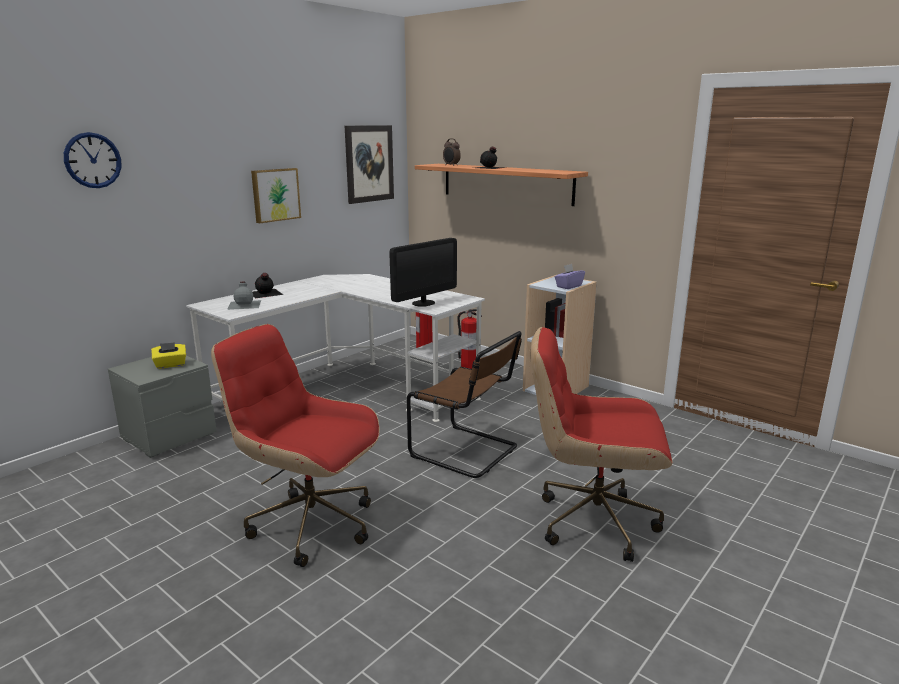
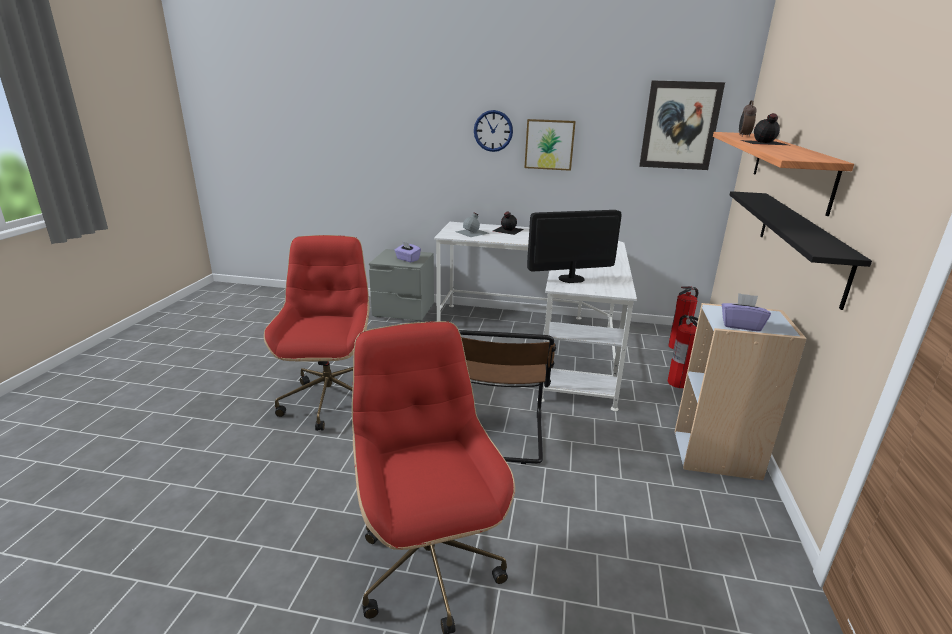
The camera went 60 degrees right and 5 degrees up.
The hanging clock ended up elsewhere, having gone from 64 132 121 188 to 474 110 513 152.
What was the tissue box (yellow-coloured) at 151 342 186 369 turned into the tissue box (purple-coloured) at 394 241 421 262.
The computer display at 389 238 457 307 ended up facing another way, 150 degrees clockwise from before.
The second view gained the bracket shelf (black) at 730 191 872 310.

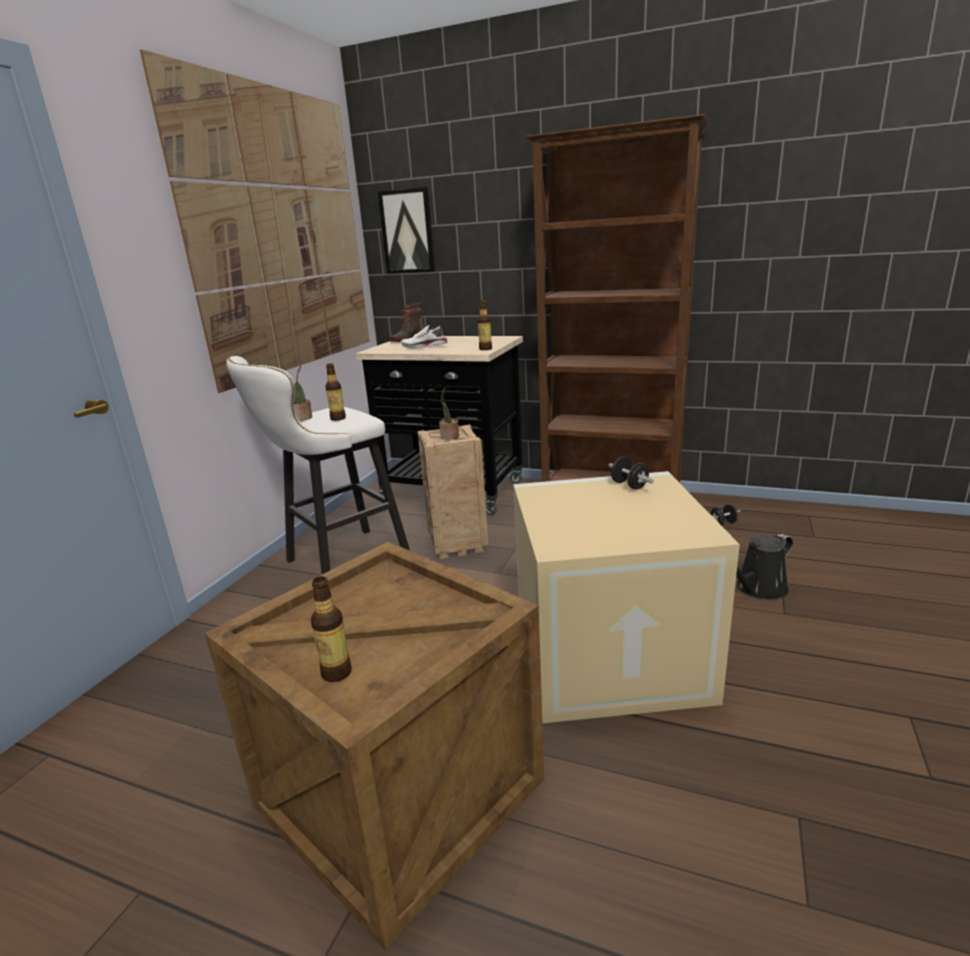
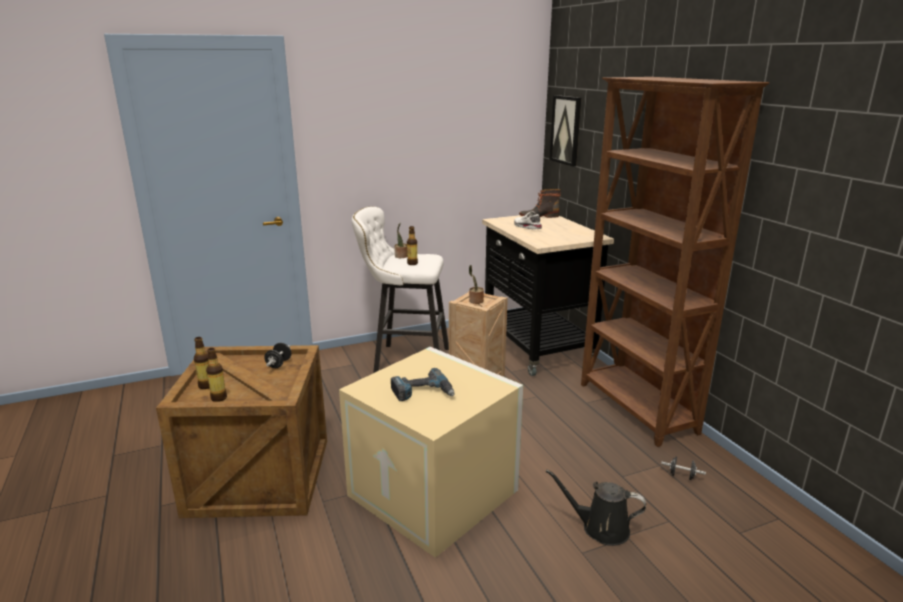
The camera went 45 degrees right and 0 degrees up.
The second view lost the wall art at 140 50 370 393.
The bottle ended up elsewhere, having gone from 477 300 492 350 to 206 348 227 402.
The hand weight (black) ended up elsewhere, having gone from 608 457 654 490 to 264 343 291 368.
The second view gained the drill at 391 368 454 401.

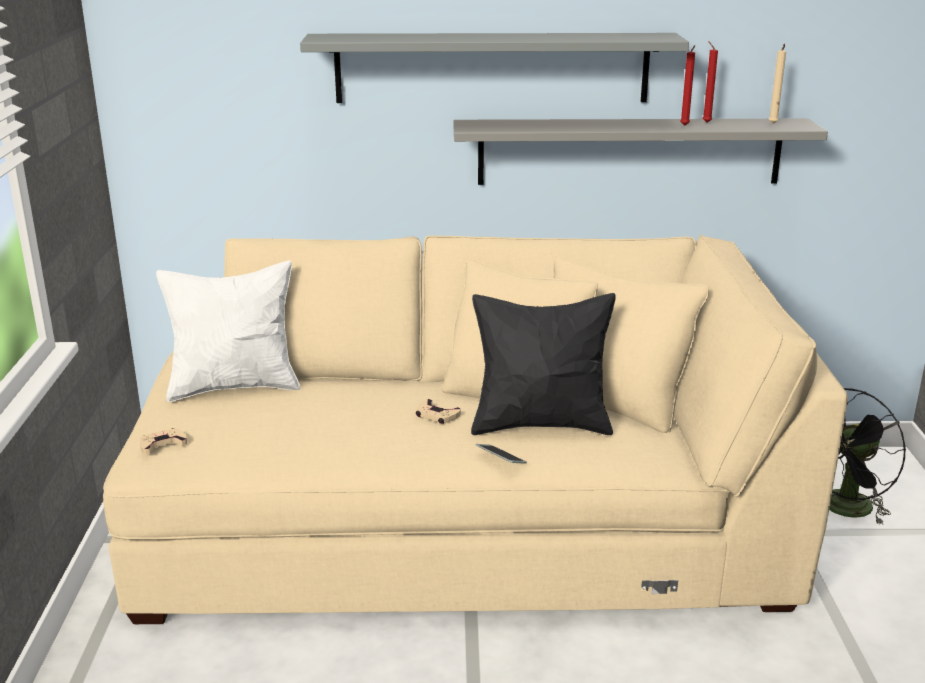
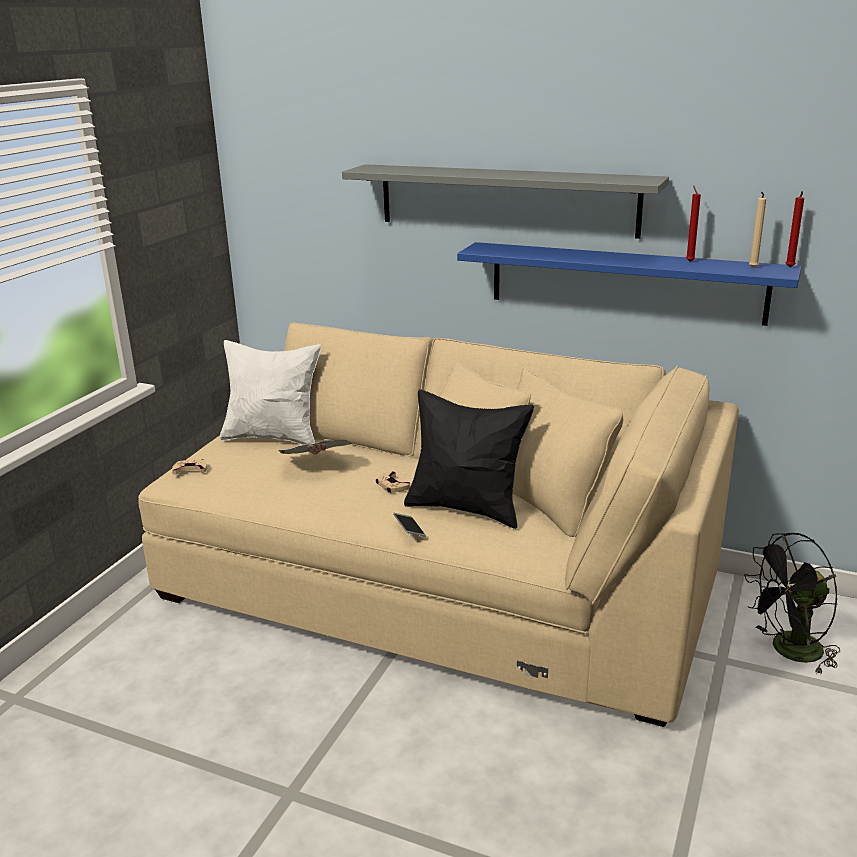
The camera went 25 degrees right and 0 degrees up.
What was the bracket shelf (grey) at 454 118 828 185 turned into the bracket shelf (blue) at 457 242 801 326.
The wax light (red) ended up elsewhere, having gone from 680 45 695 126 to 786 191 804 267.
The second view gained the newspaper at 279 440 352 455.

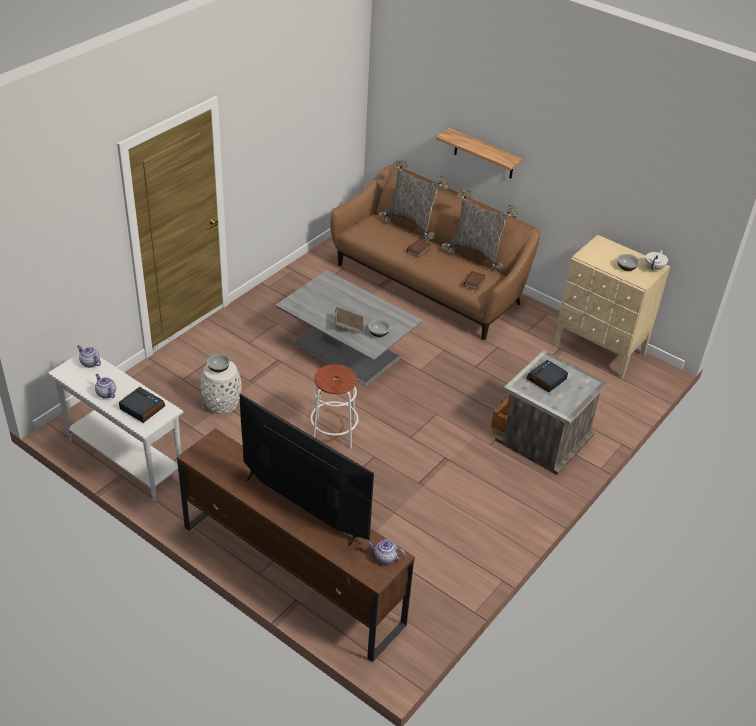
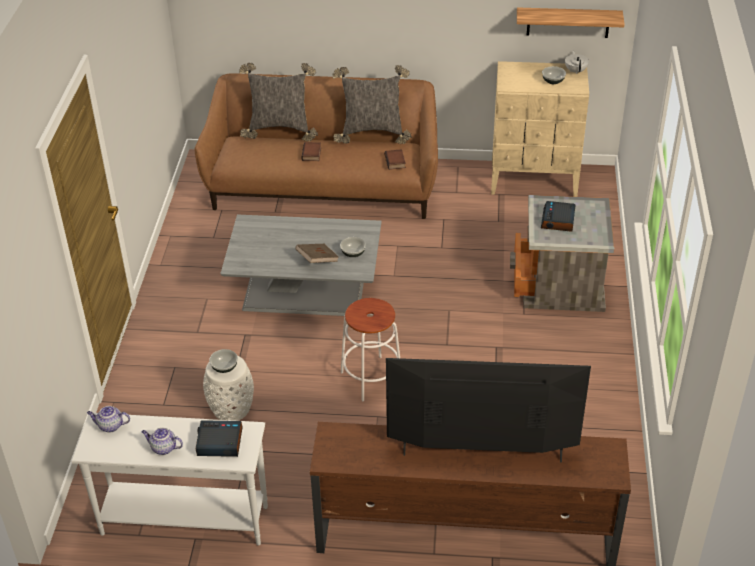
The camera went 30 degrees left and 0 degrees up.
The second view lost the teapot at 368 540 405 564.
The bracket shelf ended up elsewhere, having gone from 436 128 523 178 to 517 7 624 38.

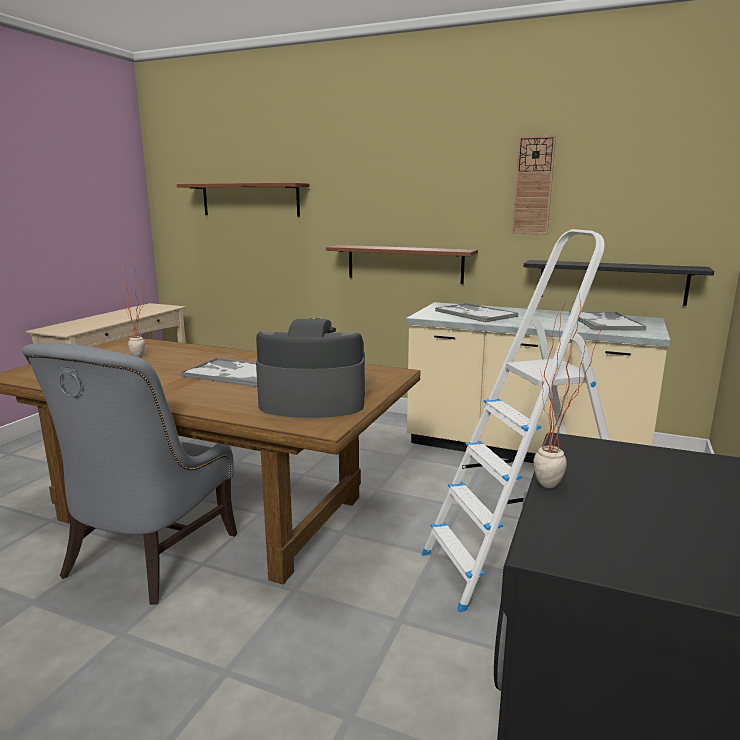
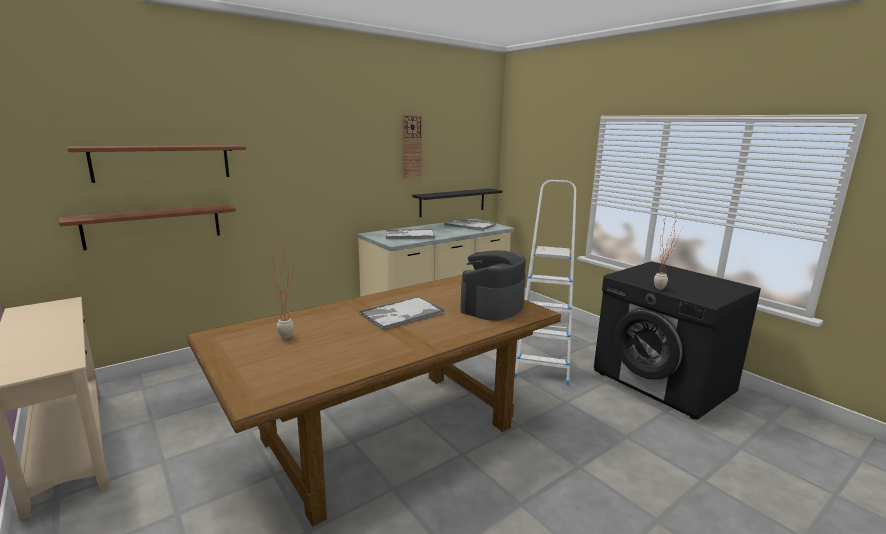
The camera went 60 degrees left and 0 degrees up.
The second view lost the chair (grey) at 22 343 237 605.
The bracket shelf (brownish) ended up elsewhere, having gone from 326 245 478 284 to 59 204 236 250.

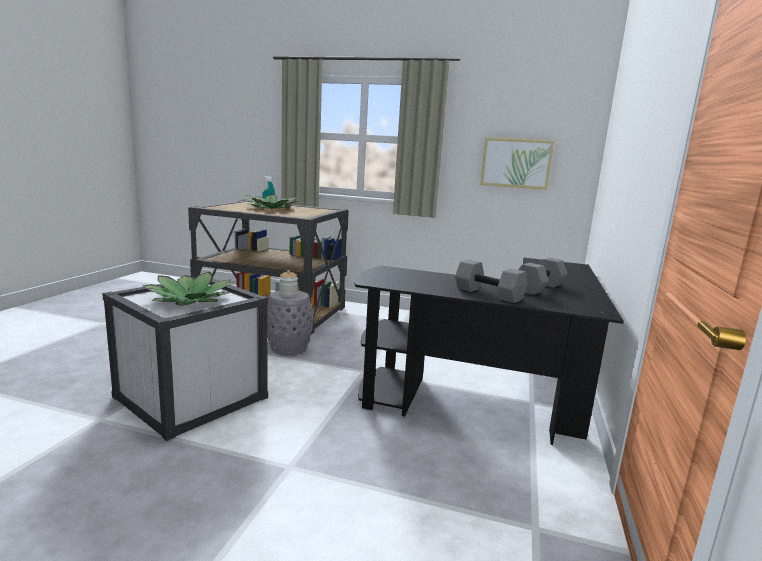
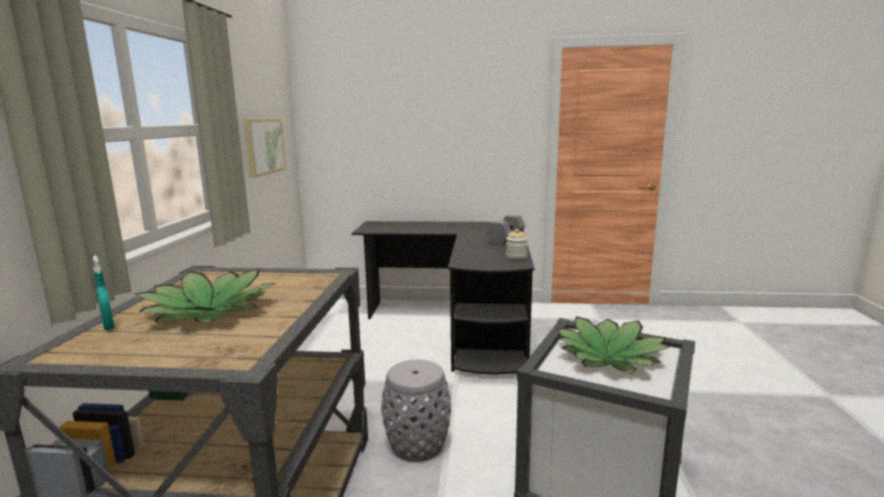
The camera went 100 degrees left and 0 degrees up.
The jar ended up elsewhere, having gone from 279 270 298 297 to 506 229 528 259.
The second view lost the hand weight (grey) at 518 258 568 295.

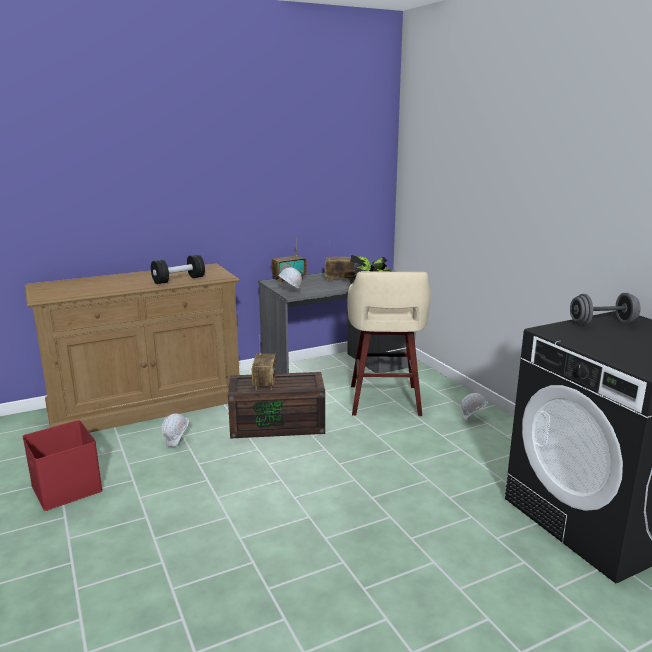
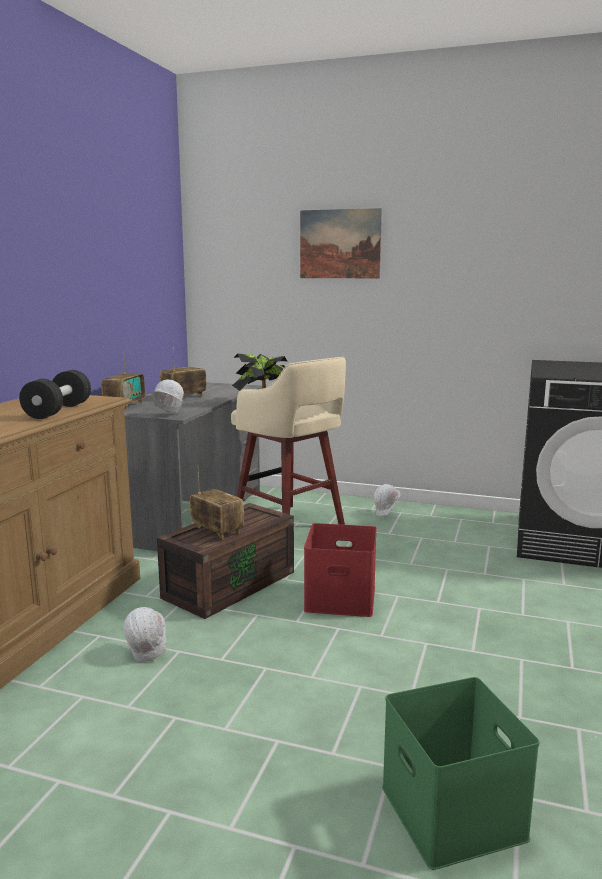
The camera went 45 degrees left and 5 degrees down.
The storage bin (red) ended up elsewhere, having gone from 22 420 103 511 to 304 523 377 617.
The second view lost the hand weight (grey) at 570 293 641 325.
The second view gained the wall art at 300 208 382 278.
The second view gained the storage bin (green-coloured) at 382 677 539 870.

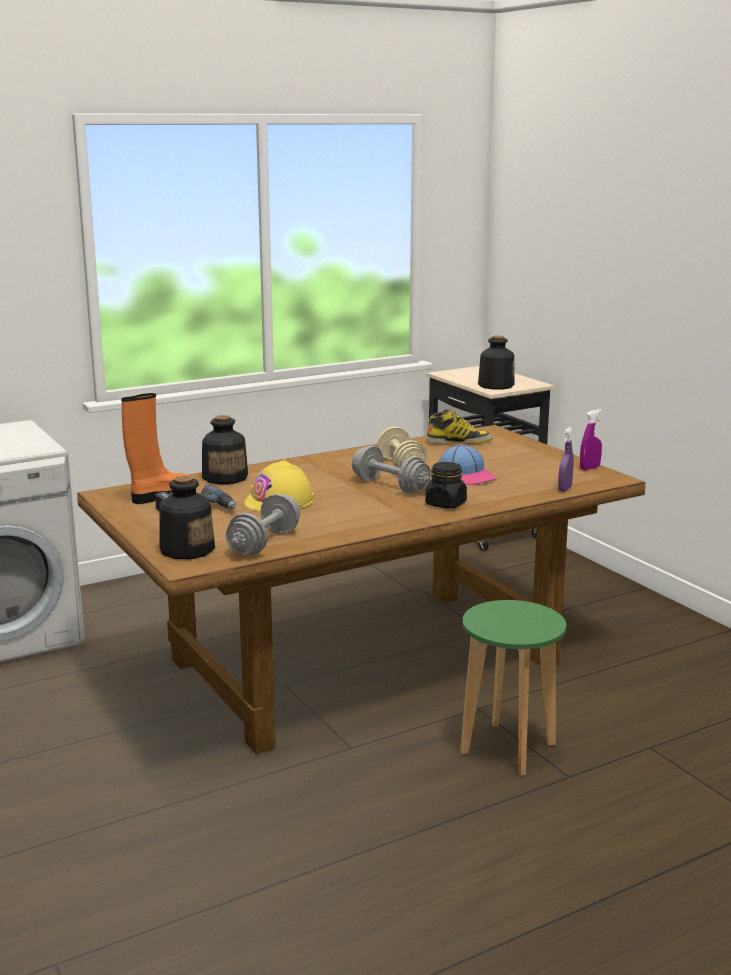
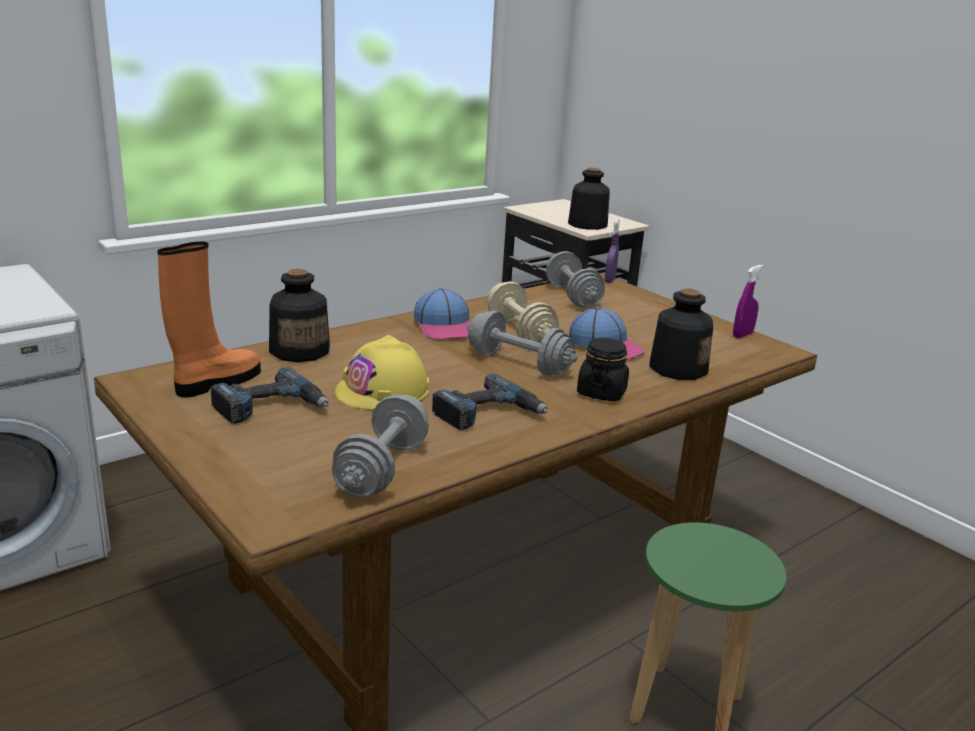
The camera went 10 degrees left and 5 degrees up.
The bottle ended up elsewhere, having gone from 159 476 215 559 to 649 288 713 380.
Where the boot stood at 427 409 492 444, the hand weight (grey) came to stand at 546 251 605 307.
The sprayer (purple-coloured) ended up elsewhere, having gone from 558 427 574 492 to 604 219 620 283.
The second view gained the cap at 414 288 471 340.
The second view gained the drill at 432 374 548 430.

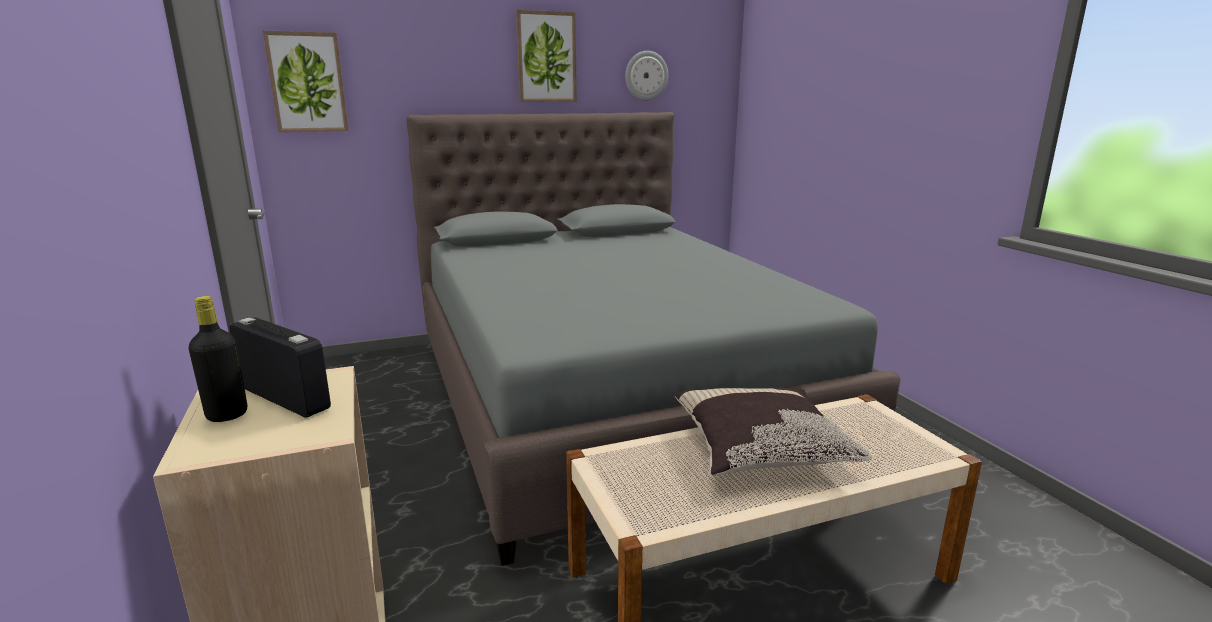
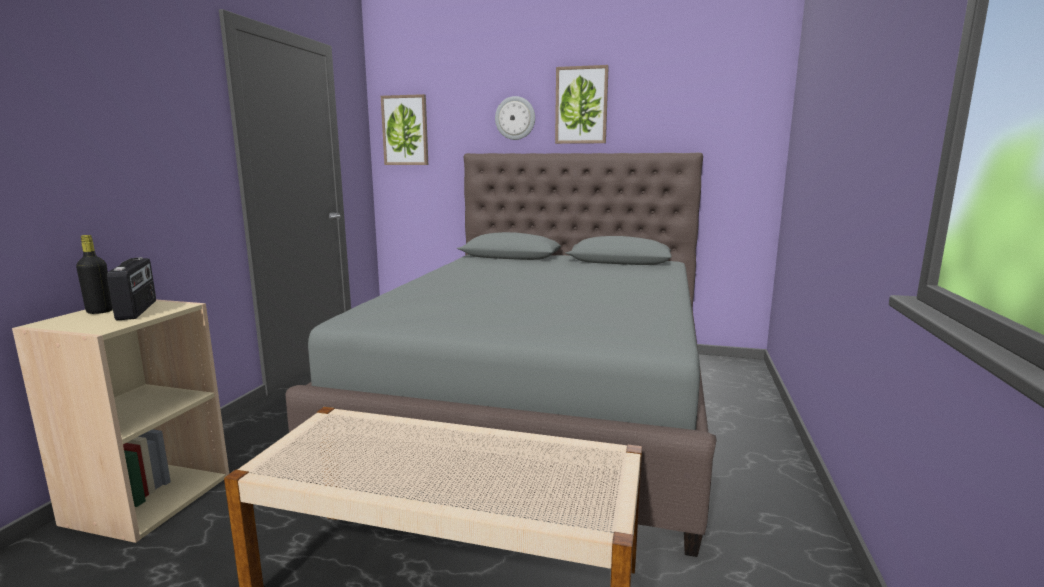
The camera went 35 degrees right and 5 degrees down.
The hanging clock ended up elsewhere, having gone from 625 51 668 100 to 495 96 535 140.
The second view lost the throw pillow at 674 388 872 476.

